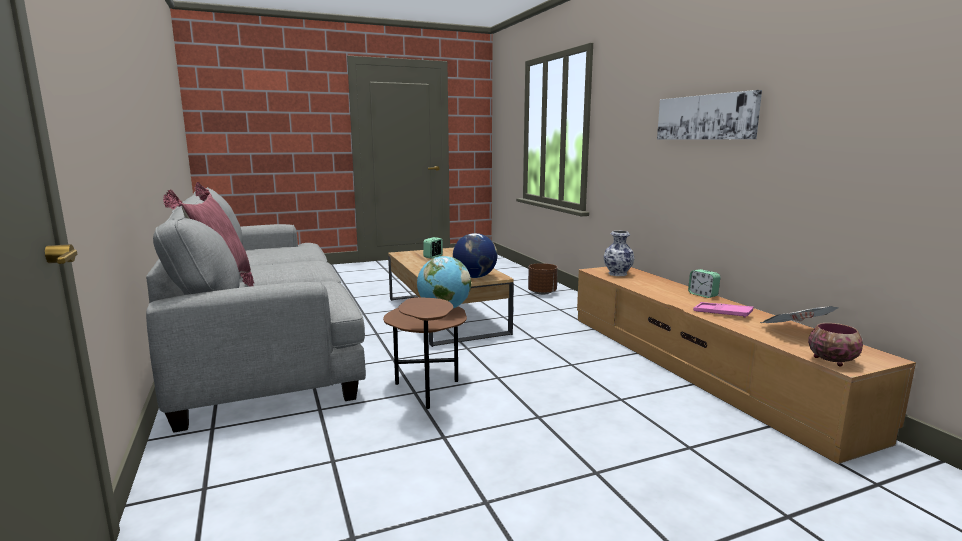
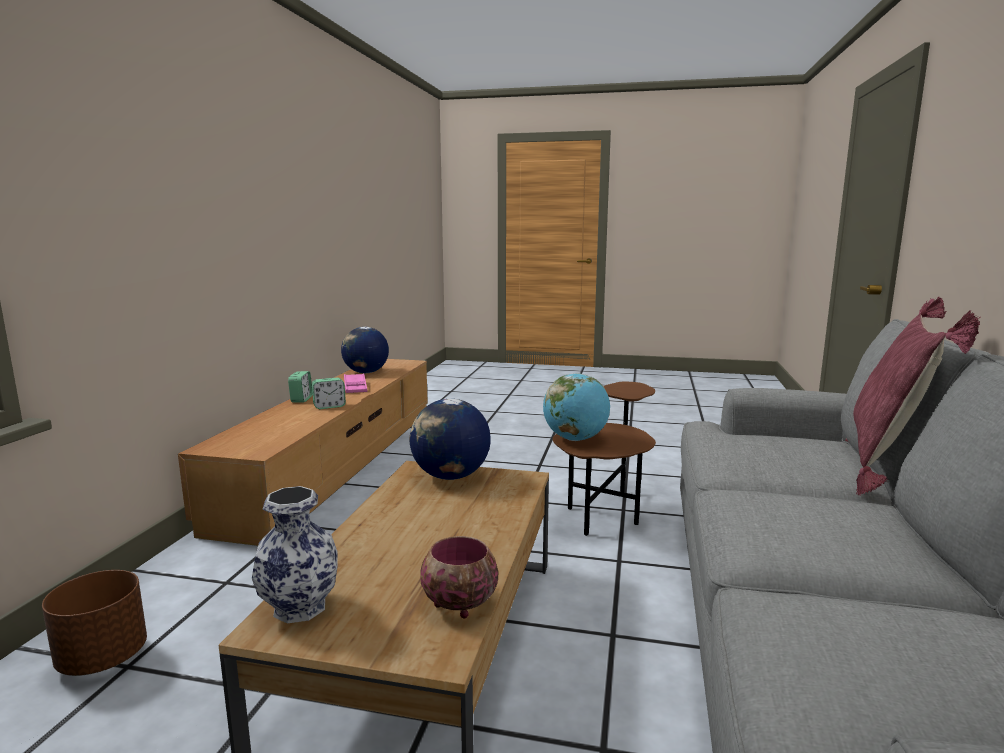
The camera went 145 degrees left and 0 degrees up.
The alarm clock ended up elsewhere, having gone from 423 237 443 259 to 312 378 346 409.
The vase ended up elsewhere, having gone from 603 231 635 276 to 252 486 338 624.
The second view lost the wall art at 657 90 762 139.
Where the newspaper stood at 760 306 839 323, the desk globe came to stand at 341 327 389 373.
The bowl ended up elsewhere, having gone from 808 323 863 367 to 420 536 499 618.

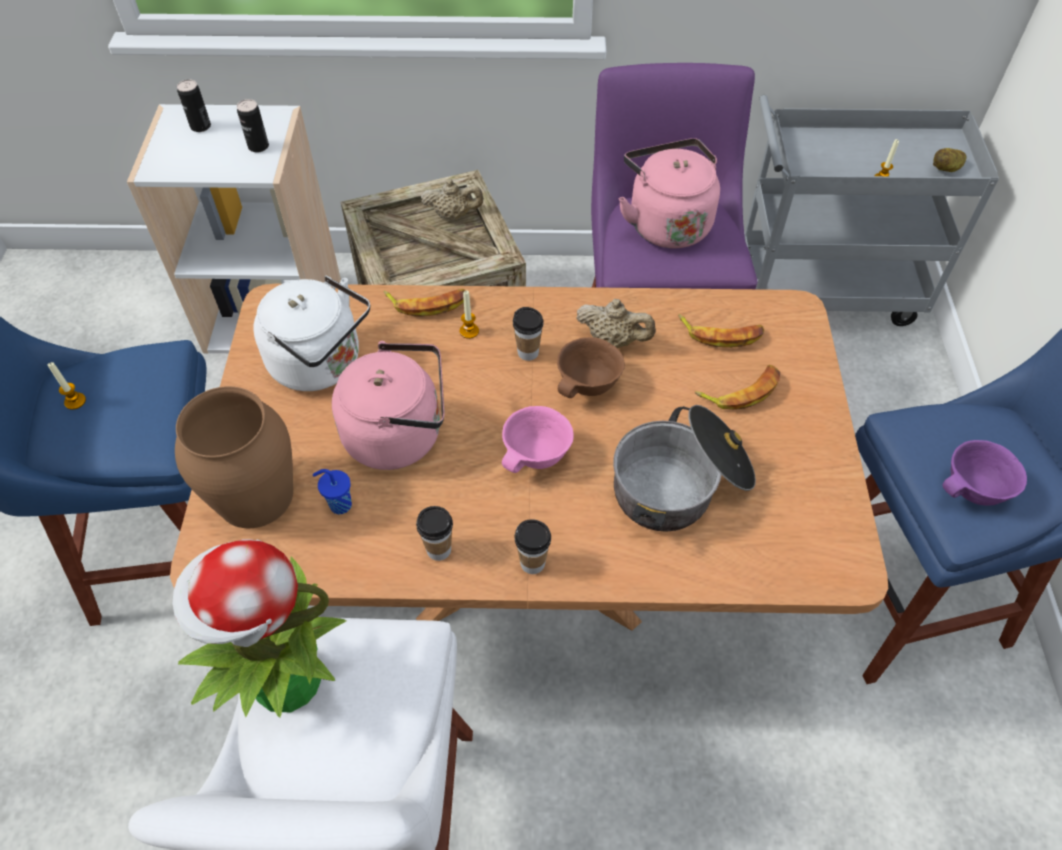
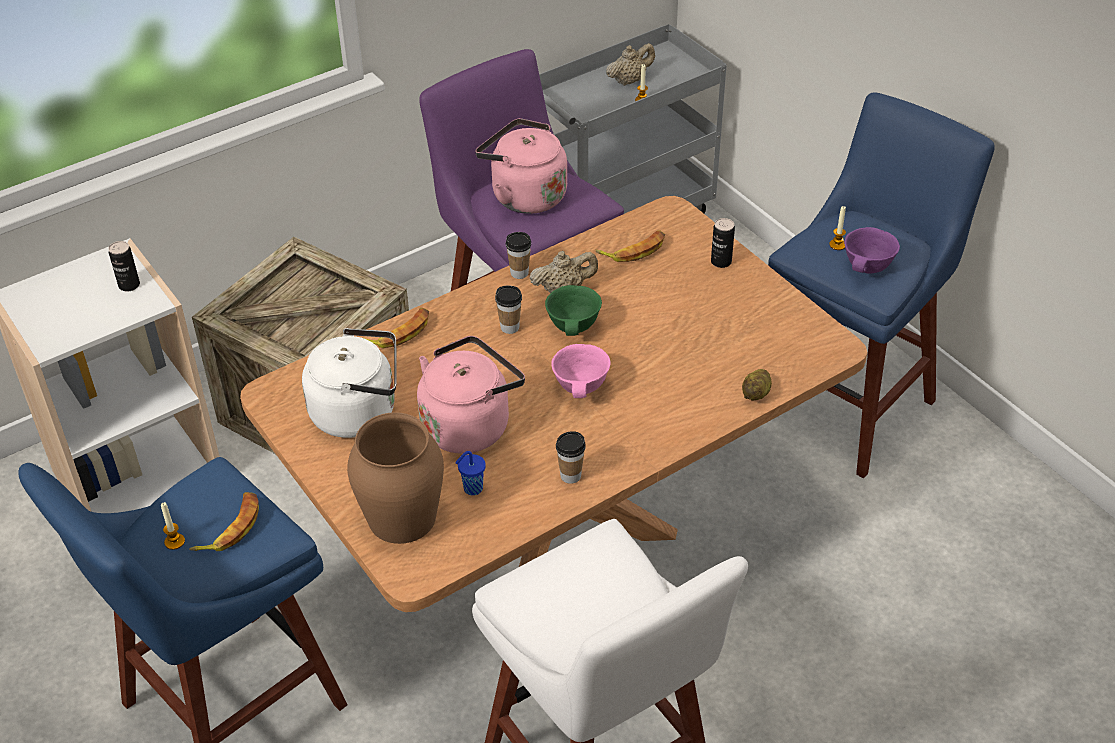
The camera went 35 degrees left and 10 degrees down.
The second view lost the plant in a pot at 172 539 346 718.
The can ended up elsewhere, having gone from 177 79 211 132 to 711 218 735 268.
The teapot (beige-coloured) ended up elsewhere, having gone from 421 179 484 220 to 606 43 655 86.
The wax light ended up elsewhere, having gone from 460 291 479 339 to 829 206 846 250.
The small cup ended up elsewhere, having gone from 514 519 551 574 to 506 232 531 279.
What was the bowl (brownish) at 557 337 625 398 turned into the bowl (green-coloured) at 545 285 602 336.
The second view lost the cooking pot at 613 405 756 532.
The banana ended up elsewhere, having gone from 695 365 780 410 to 190 492 259 551.
The spud ended up elsewhere, having gone from 933 148 967 172 to 742 369 772 401.

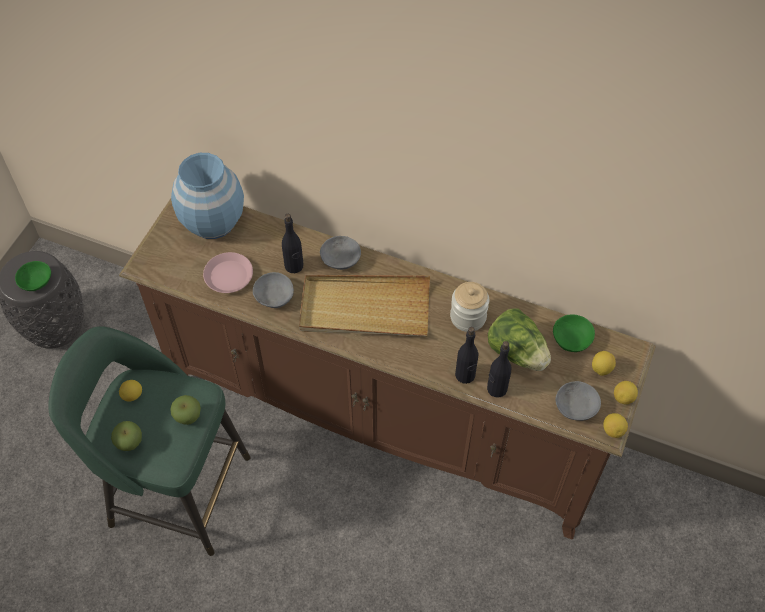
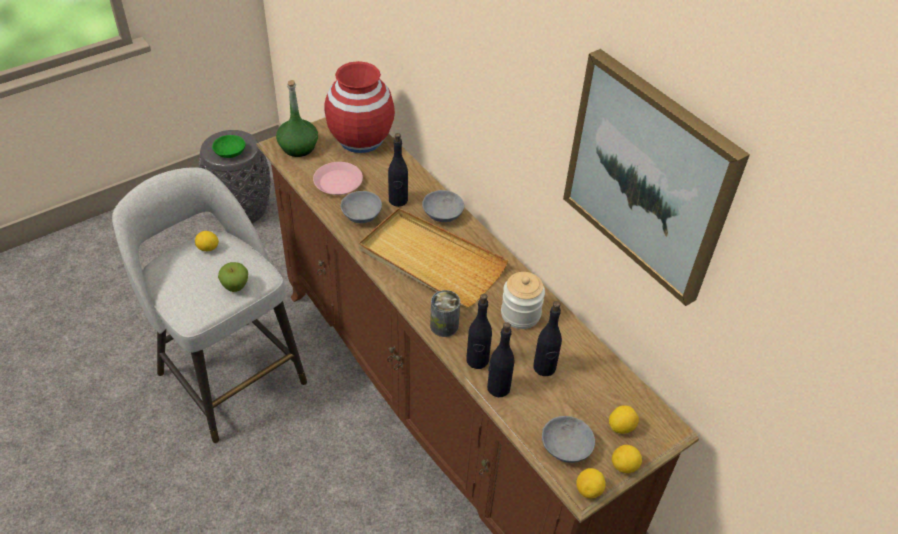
The camera went 30 degrees right and 10 degrees down.
What was the stool seat (green-coloured) at 48 326 250 556 turned into the stool seat (grey) at 112 167 307 443.
The second view lost the whole apple at 111 421 142 451.
What was the vase (blue) at 171 153 244 239 turned into the vase (red) at 324 61 395 153.
Where the lettuce head stood at 488 308 551 371, the bottle (black) came to stand at 533 301 562 376.
The second view lost the bowl (green-coloured) at 553 314 595 352.
The second view gained the bottle (green-coloured) at 276 80 318 157.
The second view gained the can at 430 290 460 337.
The second view gained the wall art at 563 49 750 306.

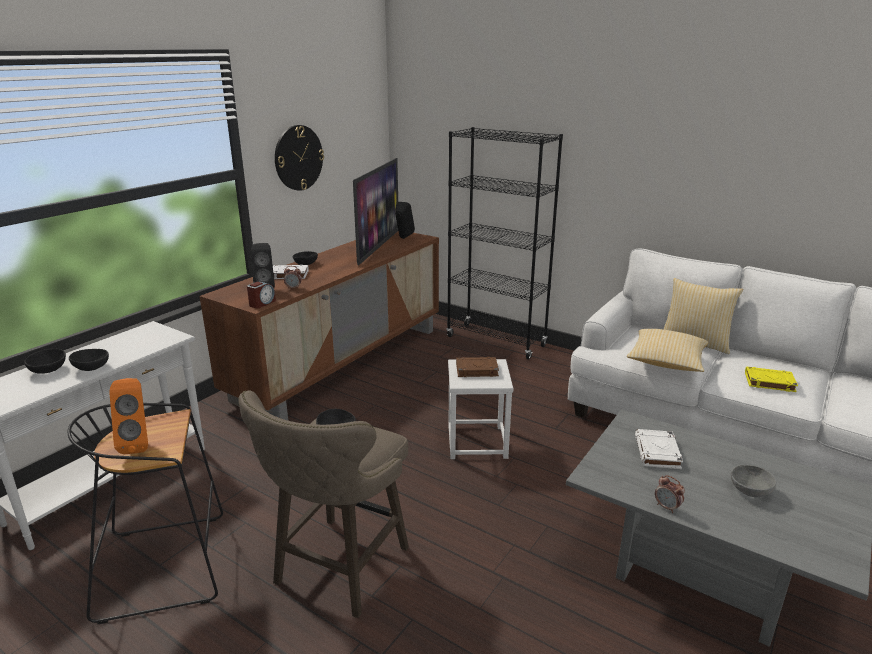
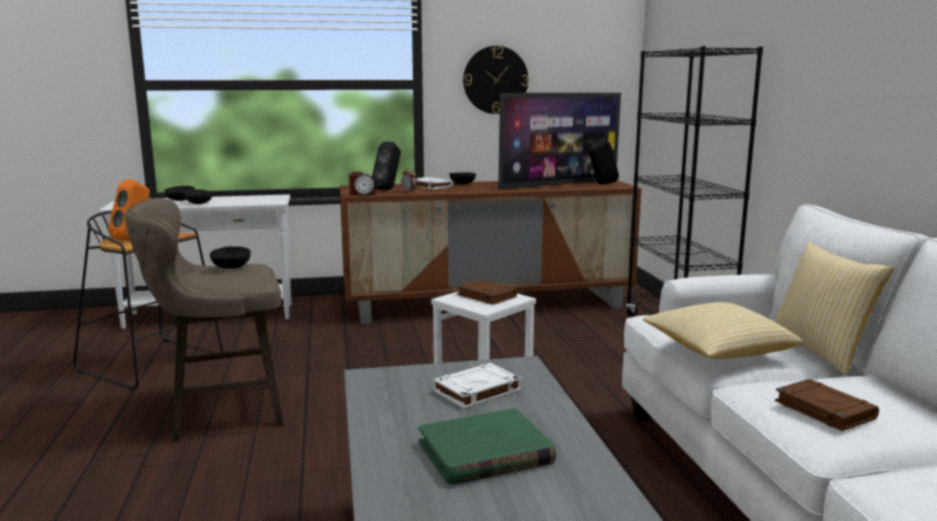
The camera went 45 degrees right and 10 degrees down.
The second view lost the alarm clock at 655 475 685 513.
Where the bowl (grey) stood at 731 465 776 497, the book (green-coloured) came to stand at 419 408 556 485.
What was the book (yellow-coloured) at 745 367 798 392 turned into the book (brownish) at 775 379 879 431.

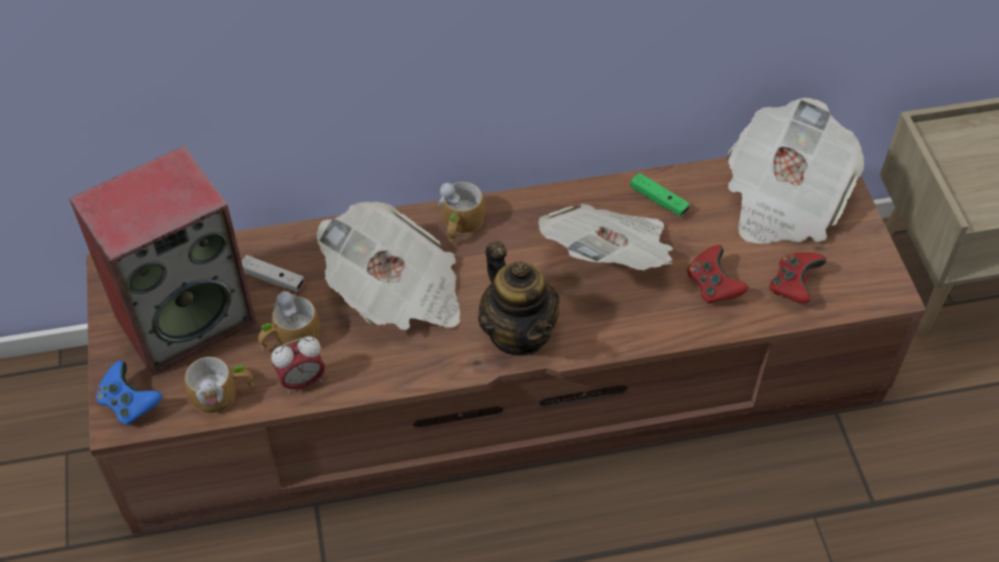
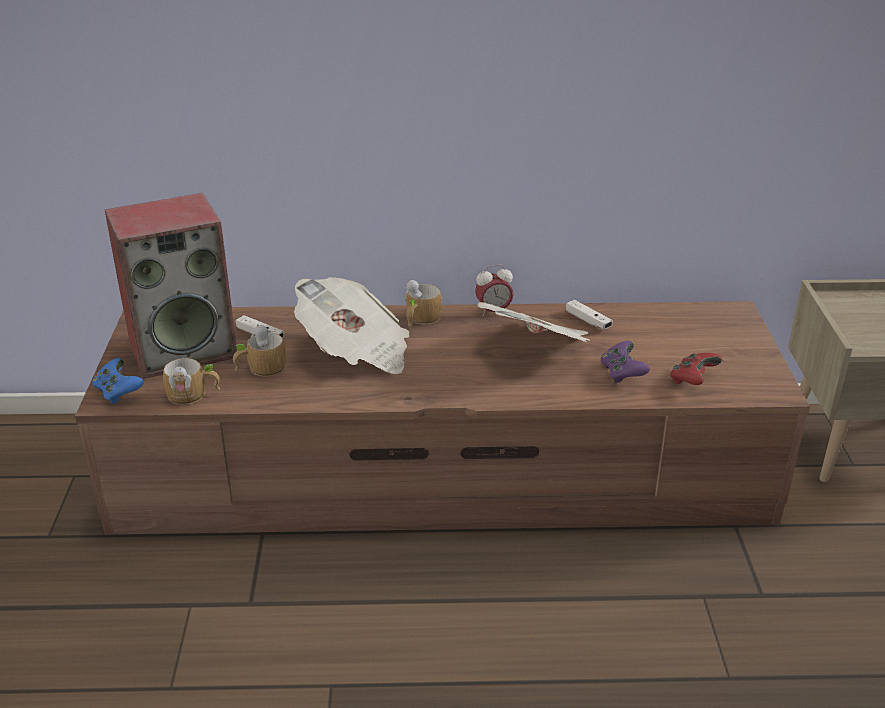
The camera went 10 degrees right and 20 degrees down.
The alarm clock ended up elsewhere, having gone from 271 336 325 394 to 475 265 514 316.
The second view lost the teapot at 478 241 560 356.
What was the gamepad (green-coloured) at 630 173 690 217 turned into the gamepad (white) at 566 300 612 330.
What was the gamepad (red) at 687 245 748 304 turned into the gamepad (purple-coloured) at 601 341 650 383.
The second view lost the newspaper at 727 98 864 244.

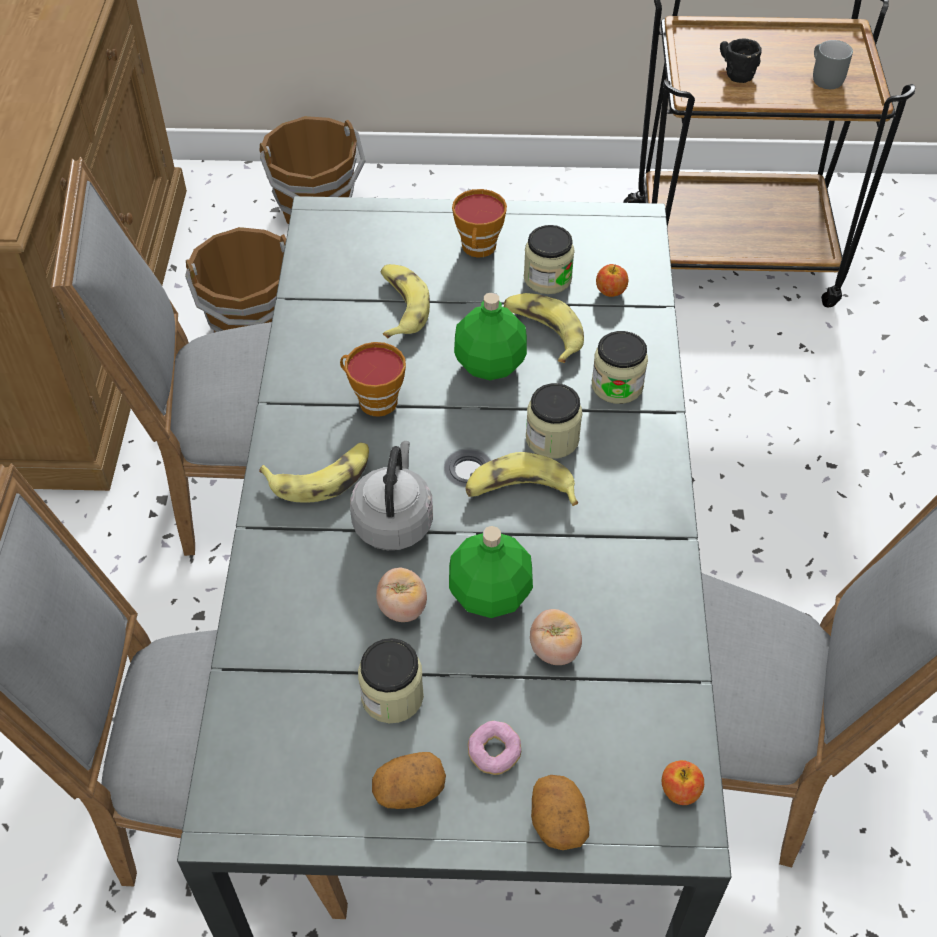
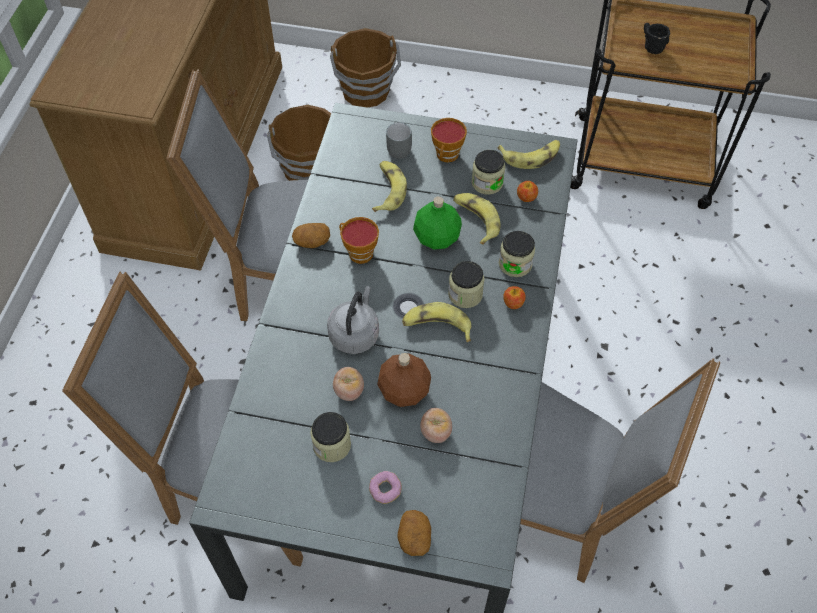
The camera went 10 degrees right and 5 degrees up.
The banana ended up elsewhere, having gone from 259 443 369 503 to 498 140 560 169.
The spud ended up elsewhere, having gone from 372 752 446 809 to 292 223 330 248.
What was the bottle (green-coloured) at 449 526 533 618 turned into the bottle (brownish) at 377 353 431 407.
The whole apple ended up elsewhere, having gone from 662 760 704 805 to 503 286 526 309.
The mug (grey) ended up elsewhere, having gone from 813 40 853 89 to 386 122 412 159.

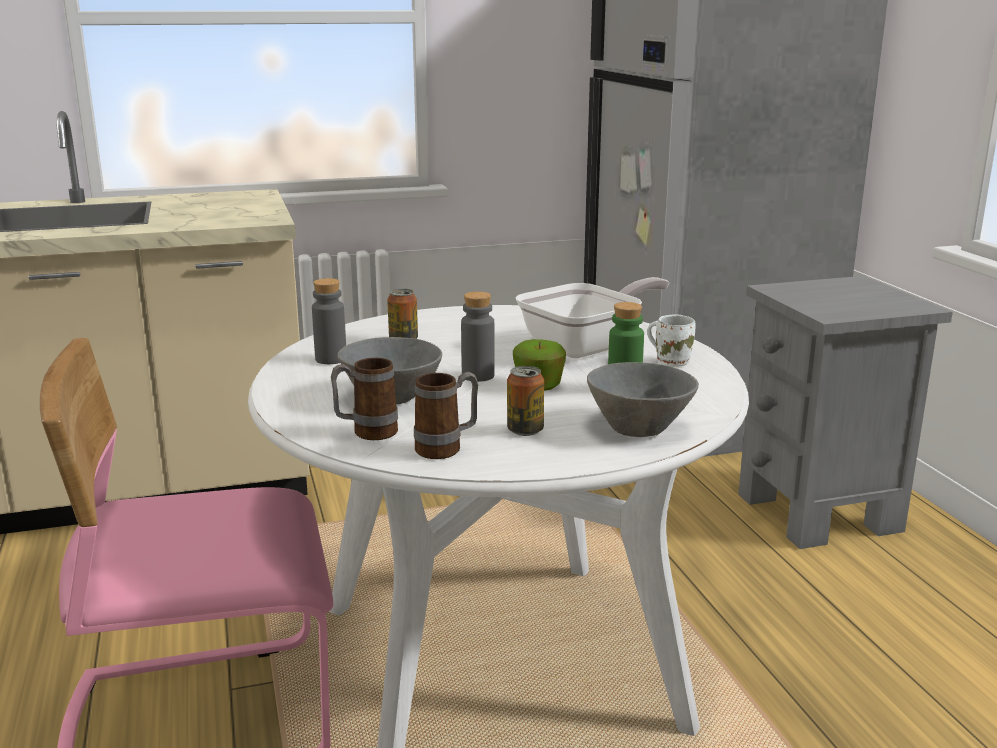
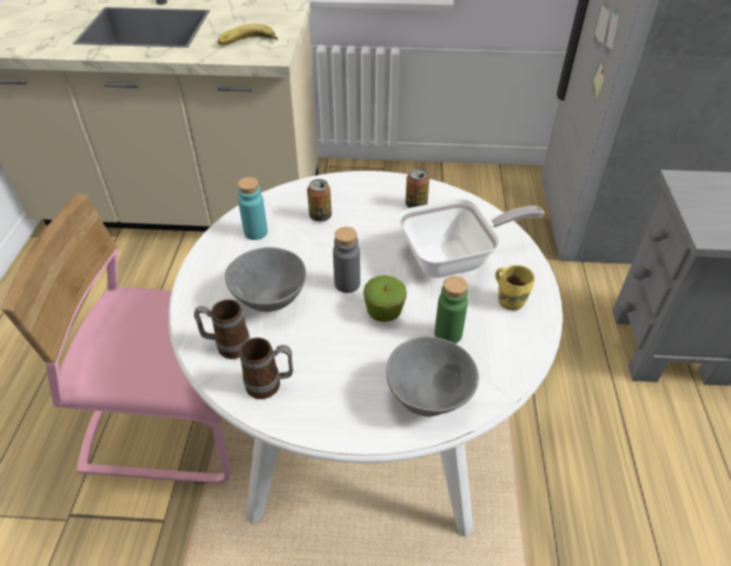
The camera went 20 degrees right and 25 degrees up.
What was the bottle (grey) at 312 278 346 364 turned into the bottle (turquoise) at 238 177 268 240.
The can ended up elsewhere, having gone from 507 366 544 436 to 405 168 429 208.
What was the mug (white) at 647 314 696 367 turned into the mug (yellow-coloured) at 495 265 535 310.
The second view gained the banana at 218 24 278 45.

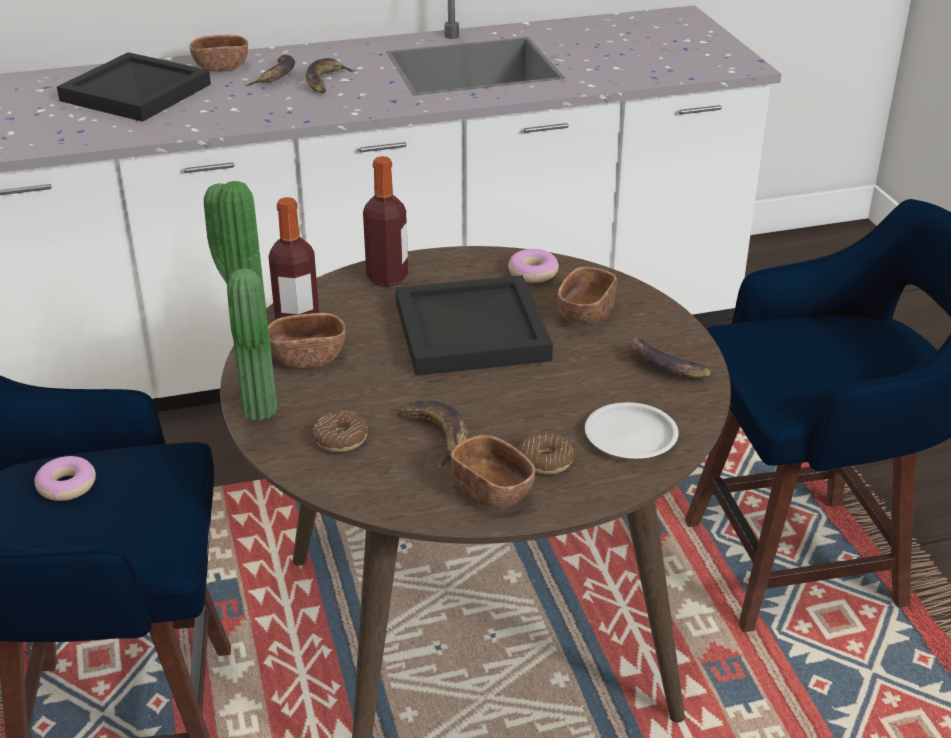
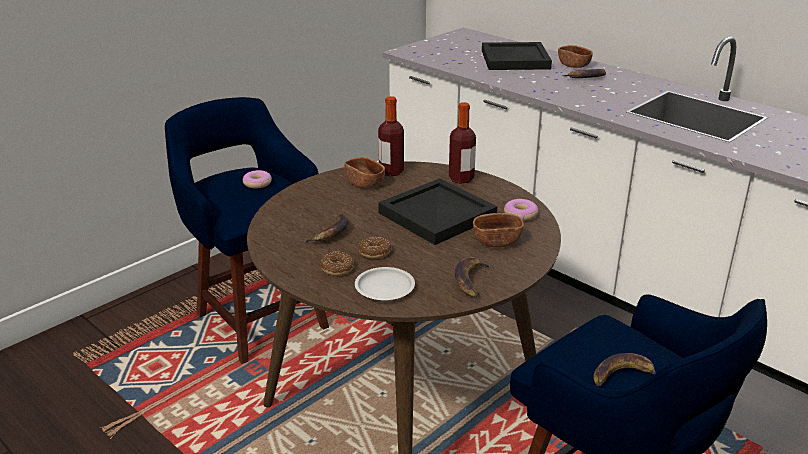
The camera went 60 degrees right and 5 degrees down.
The second view lost the plant in a pot at 204 181 277 421.
The banana ended up elsewhere, having gone from 306 58 356 93 to 594 353 656 387.
The ring doughnut ended up elsewhere, having gone from 313 411 368 452 to 358 237 392 259.
The second view lost the bowl (brownish) at 451 435 535 508.

